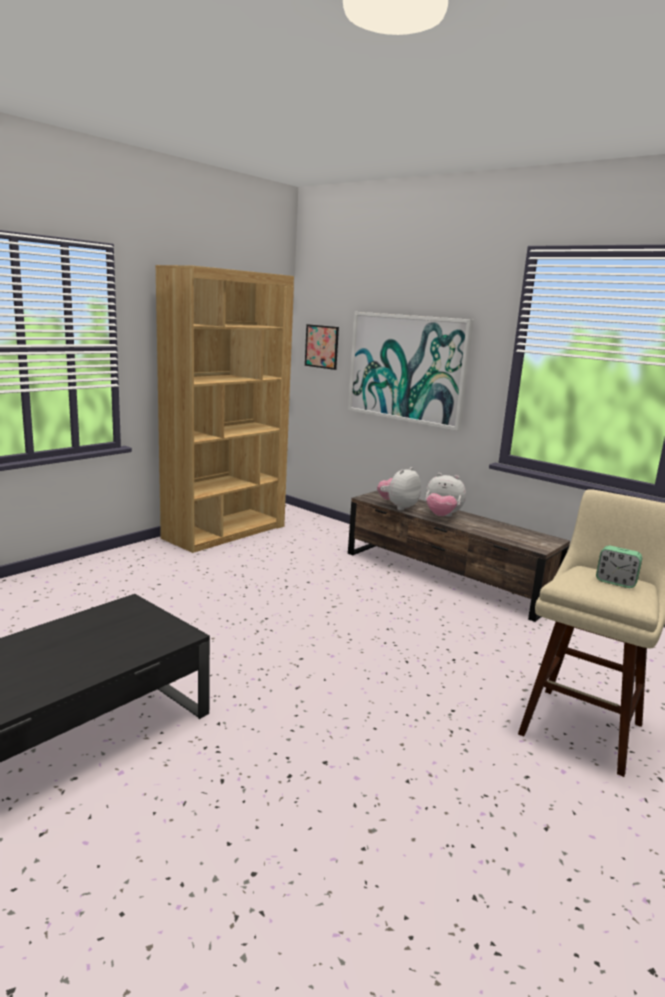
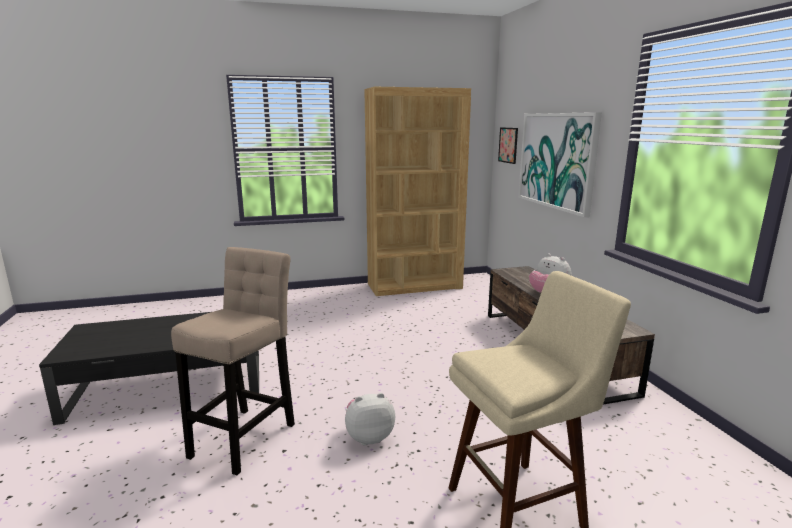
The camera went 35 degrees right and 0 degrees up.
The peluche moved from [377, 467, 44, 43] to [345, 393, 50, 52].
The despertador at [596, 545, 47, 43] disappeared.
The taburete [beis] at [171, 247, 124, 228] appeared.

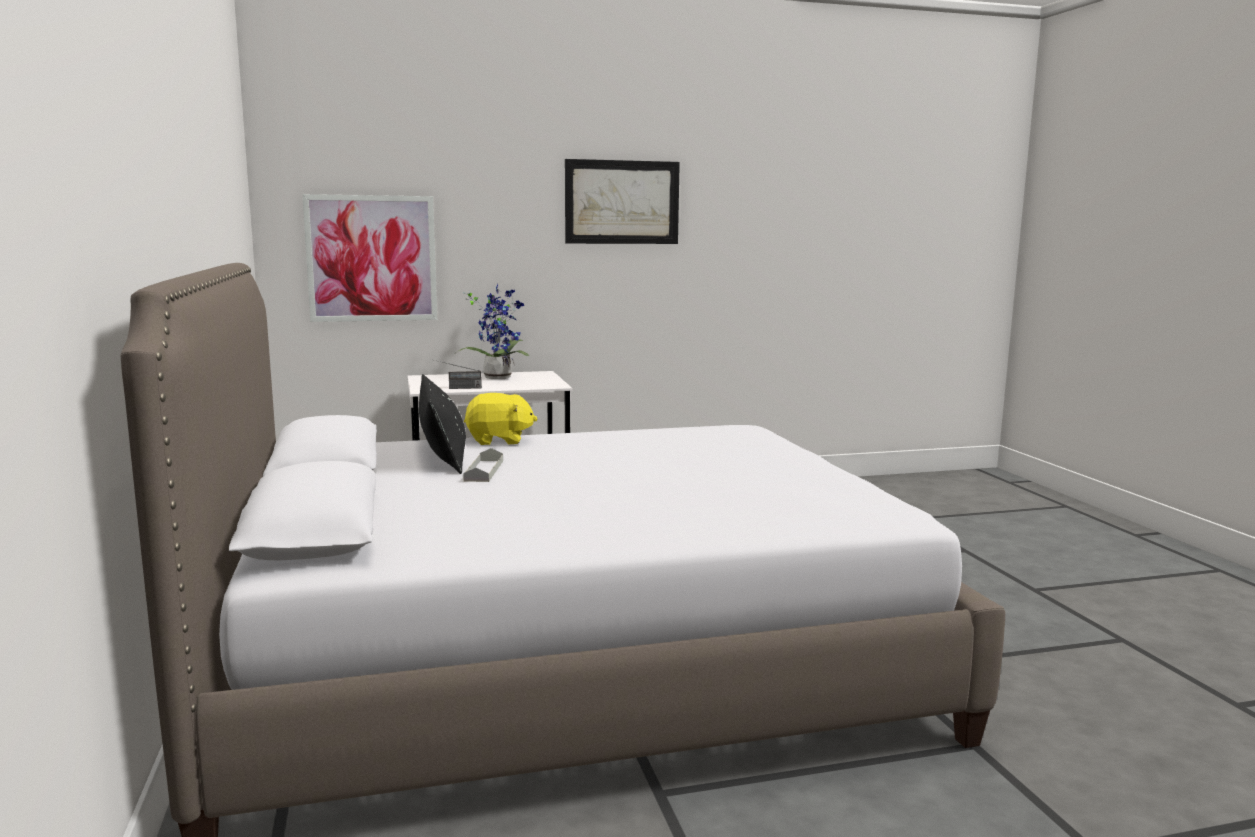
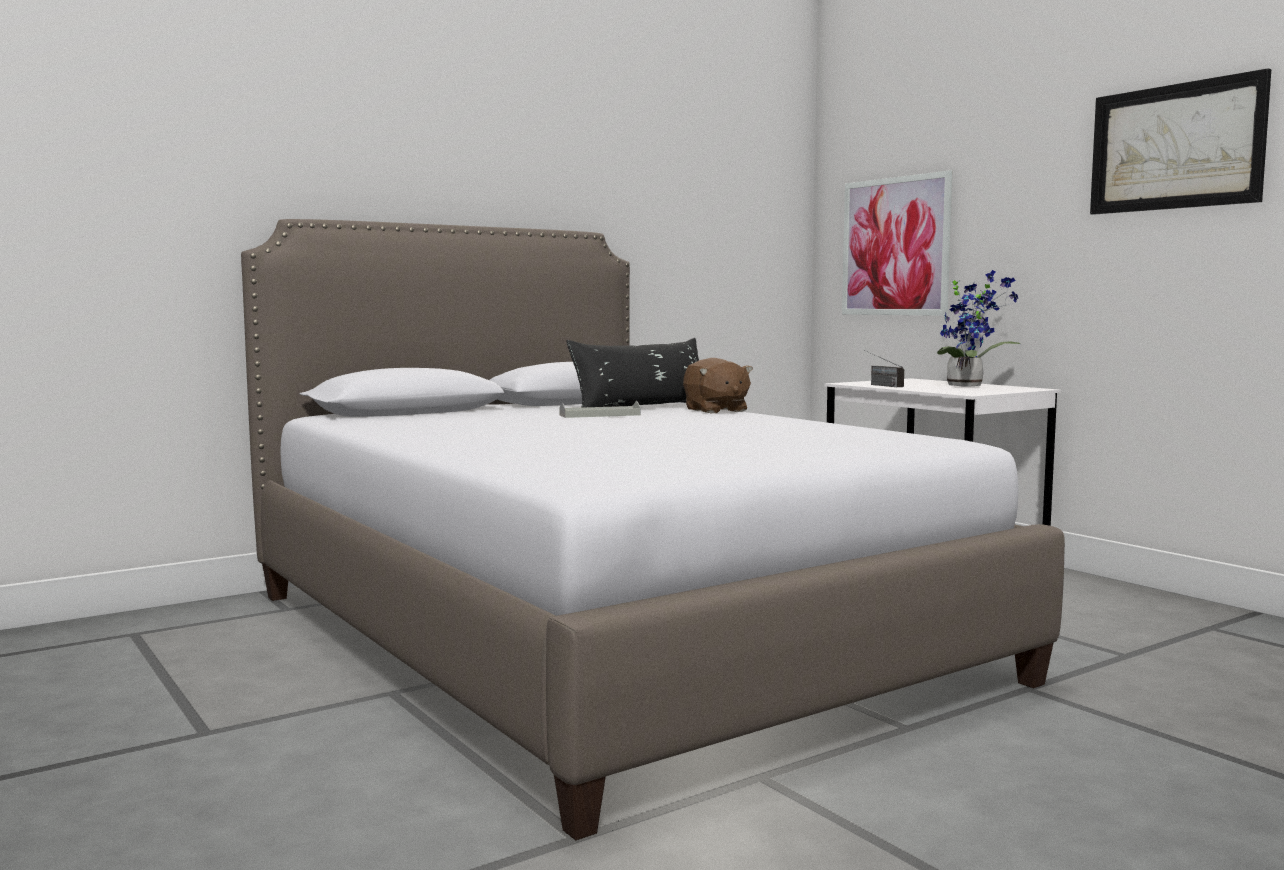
The camera went 70 degrees right and 5 degrees down.
The peluche [amarillo] at [464, 393, 73, 52] became the peluche [marrón] at [683, 358, 70, 55].

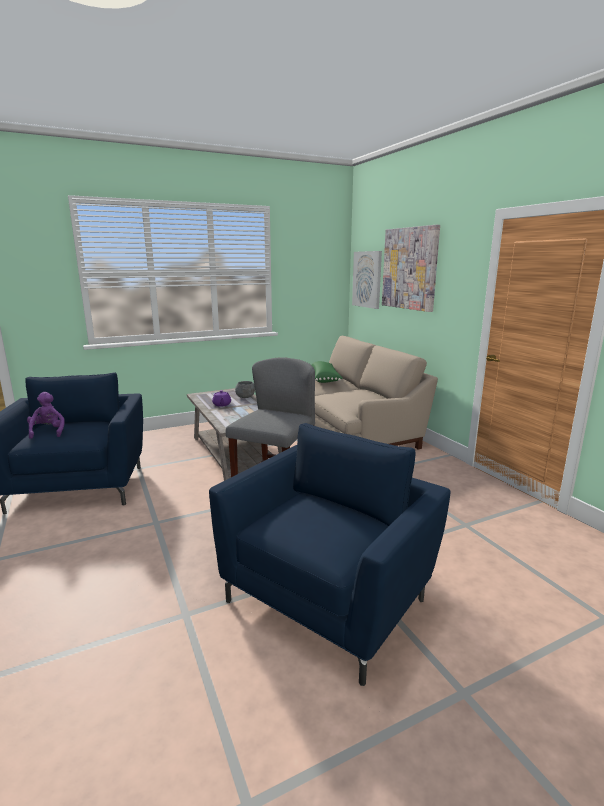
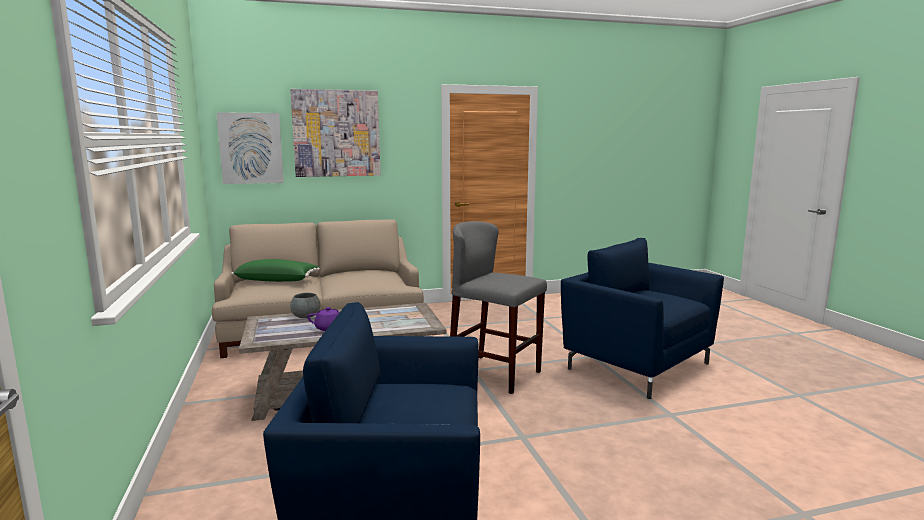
The camera went 80 degrees left and 5 degrees down.
The peluche [morado] at [27, 392, 38, 47] disappeared.

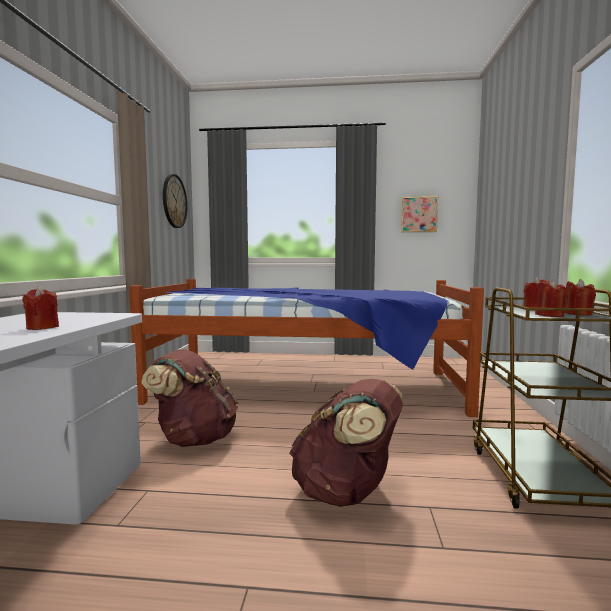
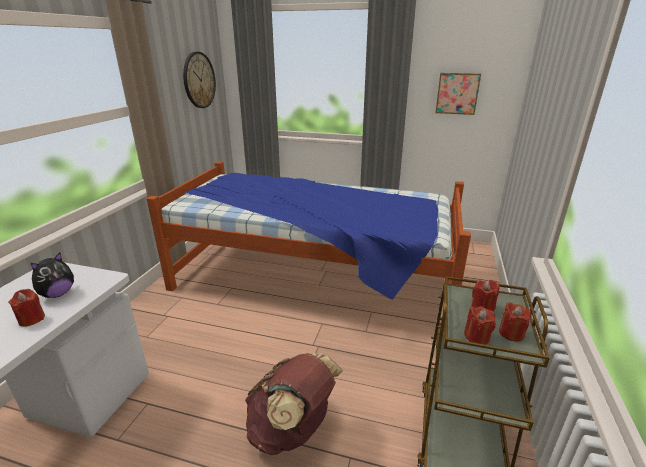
The camera went 10 degrees right and 20 degrees up.
The mochila [marrón] at [141, 349, 97, 98] disappeared.
The peluche at [31, 252, 43, 46] appeared.

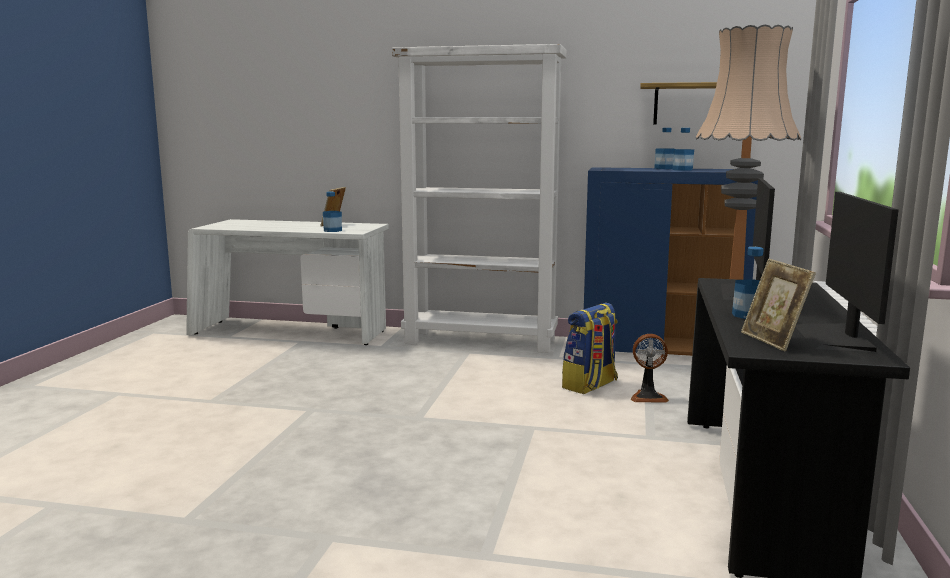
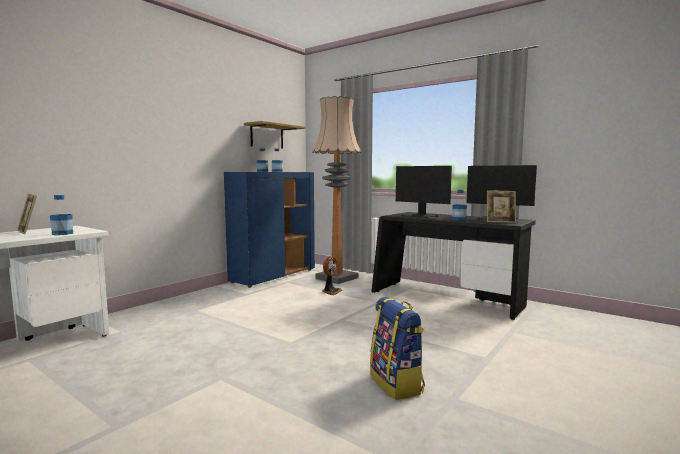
The camera went 65 degrees left and 5 degrees down.
The estantería [blanco] at [392, 44, 175, 309] disappeared.
The mochila moved from [562, 303, 56, 91] to [370, 297, 55, 103].

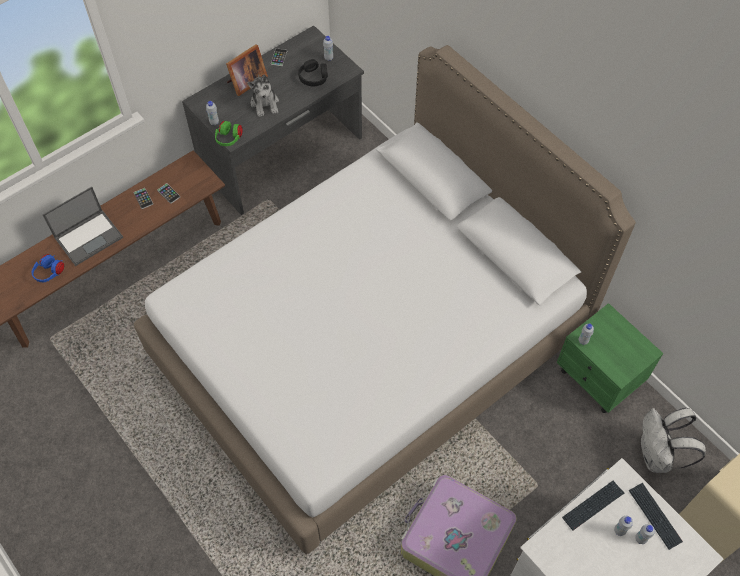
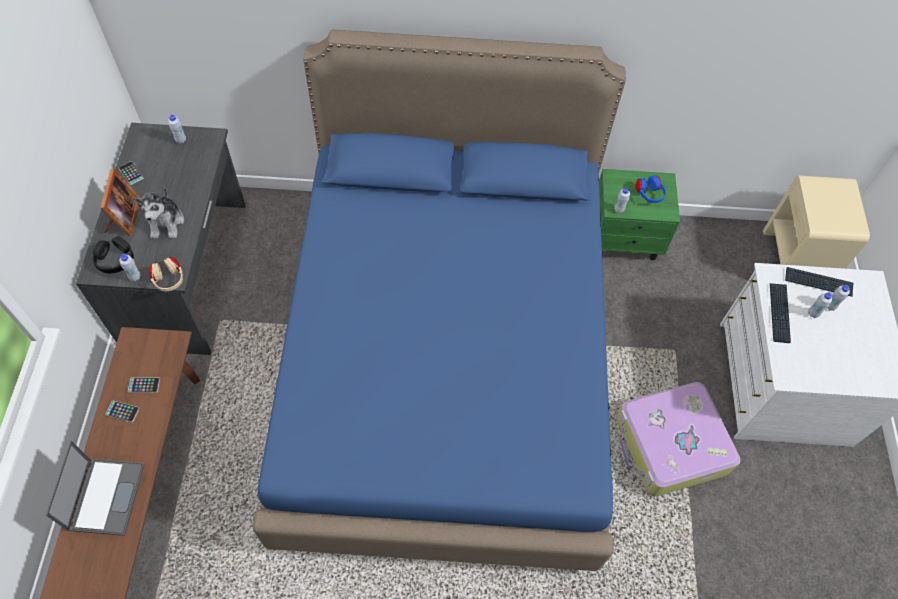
The camera went 50 degrees left and 0 degrees up.
The cama [blanco] at [134, 45, 502, 509] became the cama [azul] at [252, 30, 374, 541].
The auriculares [negro] moved from [298, 59, 30, 27] to [93, 236, 41, 37].
The peluche at [247, 74, 32, 43] turned 60 degrees clockwise.
The auriculares [verde] at [215, 121, 28, 25] became the auriculares [beis] at [149, 257, 34, 34].
The auriculares [azul] moved from [32, 254, 32, 28] to [636, 176, 30, 27].
The mochila [blanco] at [641, 408, 65, 65] disappeared.

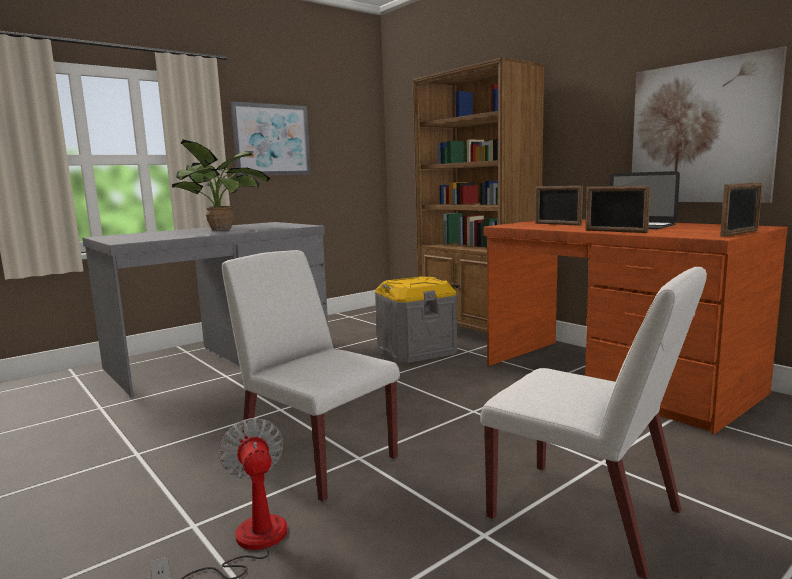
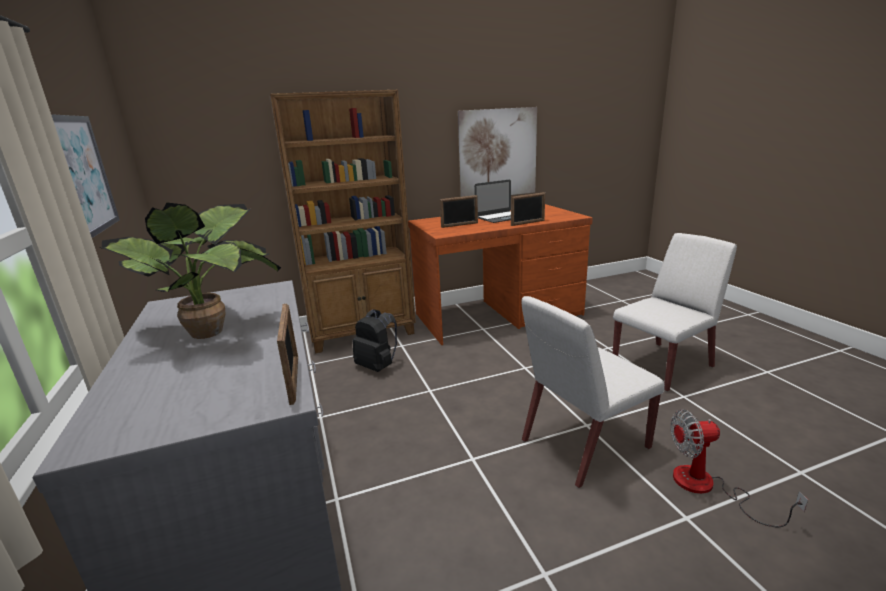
The camera went 70 degrees left and 10 degrees up.
The portarretratos moved from [720, 182, 42, 55] to [277, 303, 21, 102].
The caja de almacenaje [gris] at [375, 276, 82, 87] was replaced by the mochila [negro] at [352, 310, 45, 62].

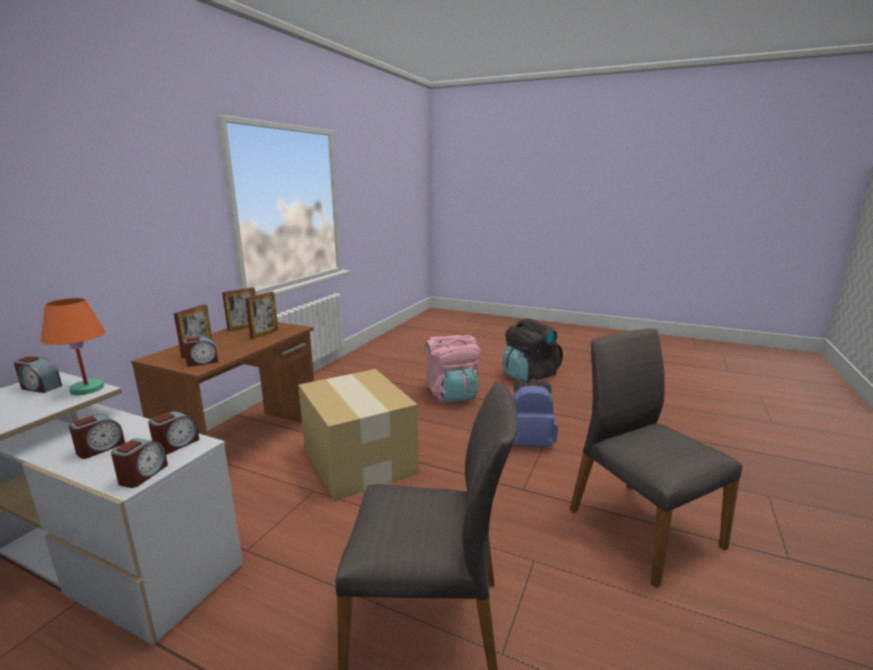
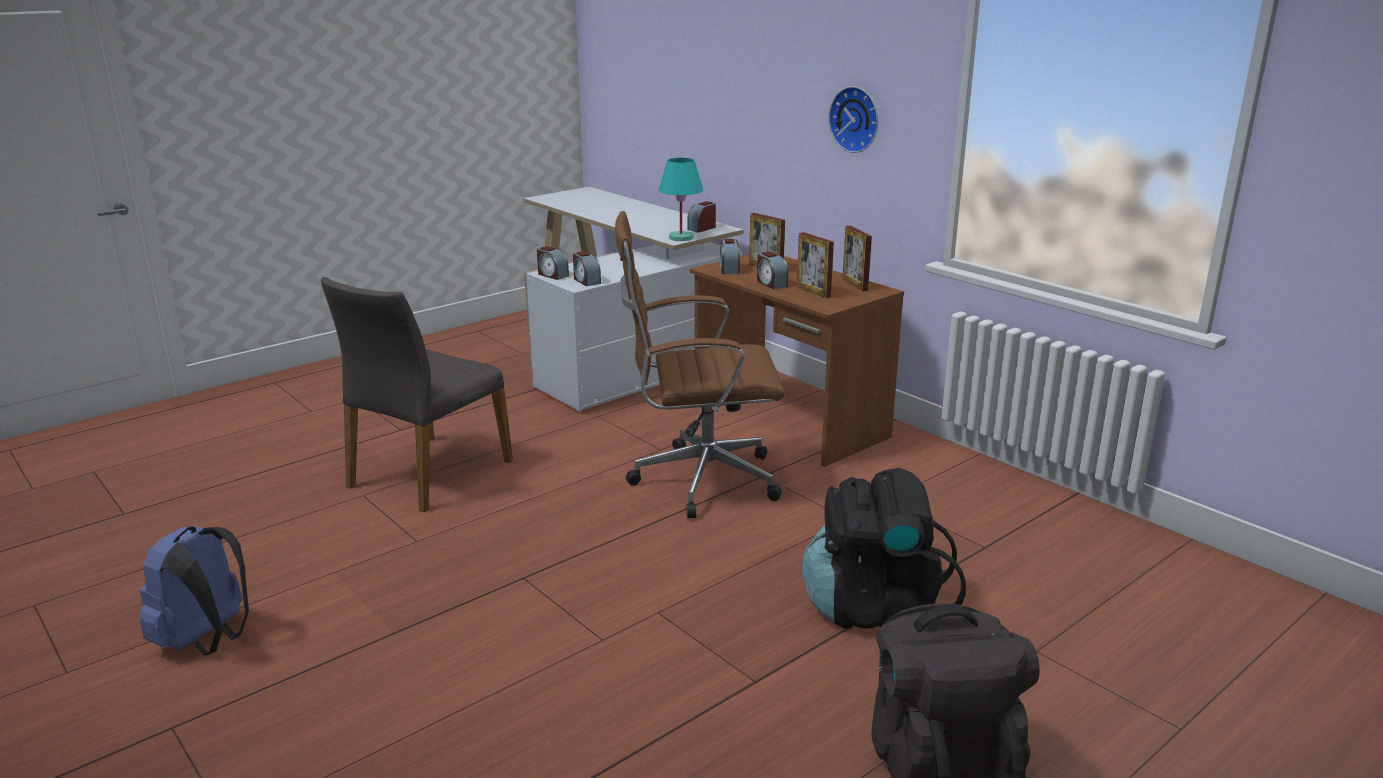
The camera went 115 degrees right and 5 degrees up.
The lámpara de mesa [naranja] at [41, 298, 65, 97] became the lámpara de mesa [turquesa] at [659, 158, 44, 83].
The silla [gris] at [570, 328, 172, 260] disappeared.
The mochila [rosa] at [425, 335, 55, 67] became the mochila [negro] at [802, 468, 164, 161].
The caja de cartón at [298, 369, 121, 132] was replaced by the silla de oficina [marrón] at [615, 211, 170, 307].
The mochila [azul] moved from [513, 378, 45, 69] to [139, 526, 110, 129].
The despertador moved from [69, 414, 56, 45] to [757, 251, 31, 38].
The reloj de pared at [829, 86, 49, 67] appeared.

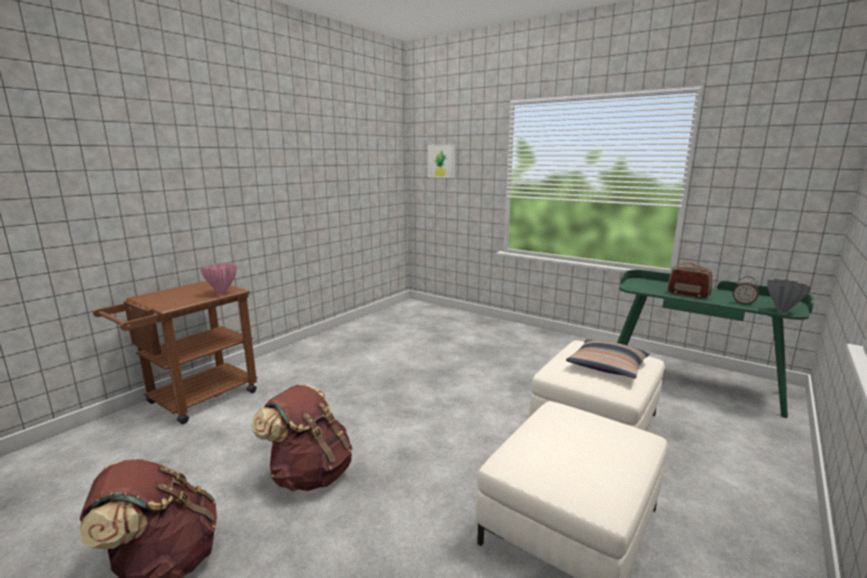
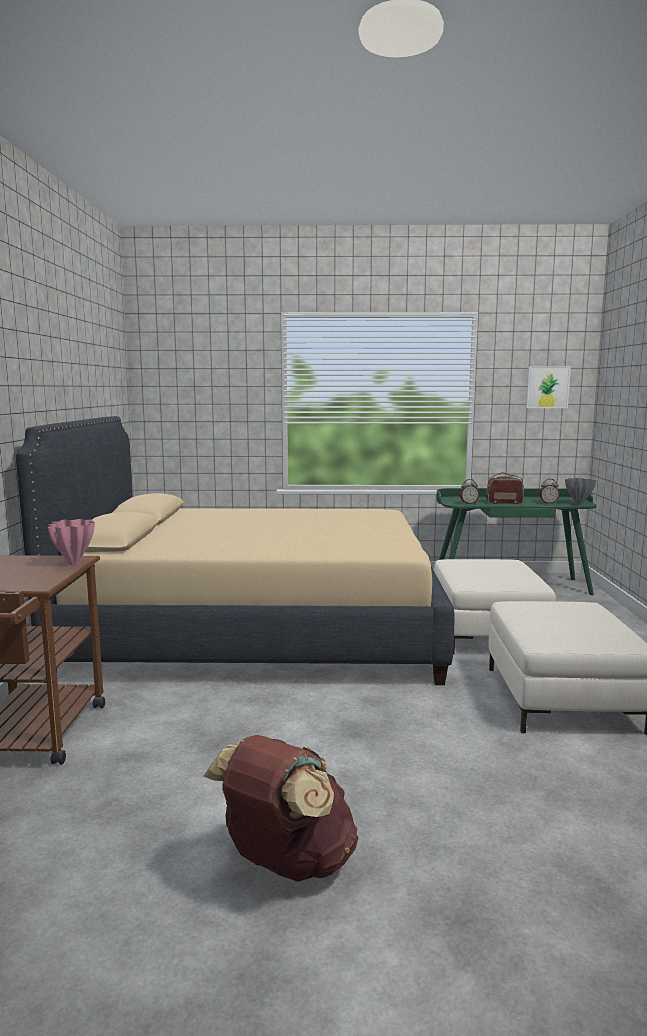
The camera went 35 degrees left and 5 degrees down.
The cuadro moved from [428, 145, 27, 33] to [526, 366, 45, 42].
The cojín at [566, 338, 85, 41] disappeared.
The mochila [marrón] at [251, 384, 101, 107] disappeared.
The cama [beis] at [16, 416, 439, 269] appeared.
The despertador at [460, 479, 19, 25] appeared.

